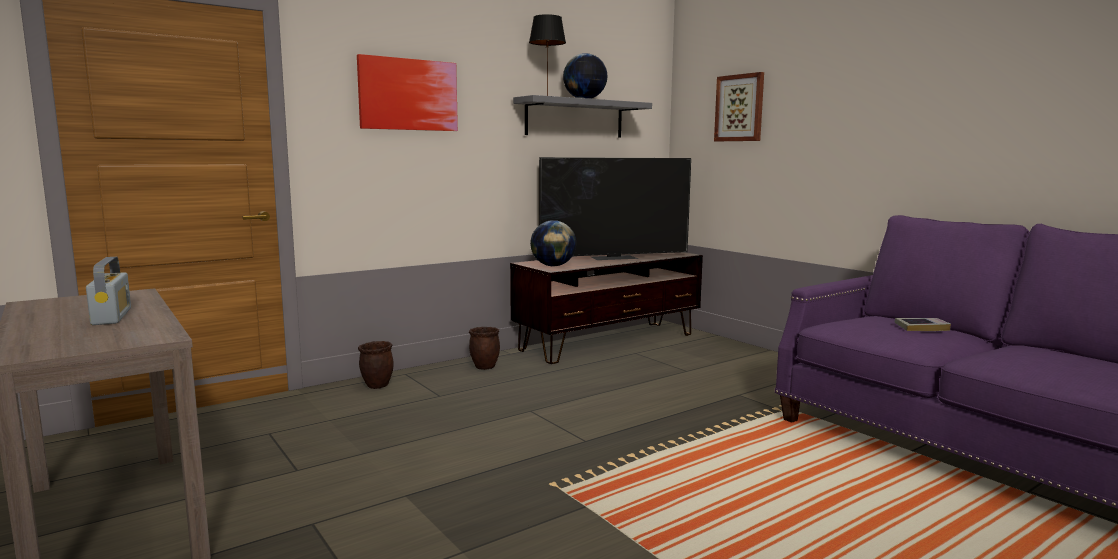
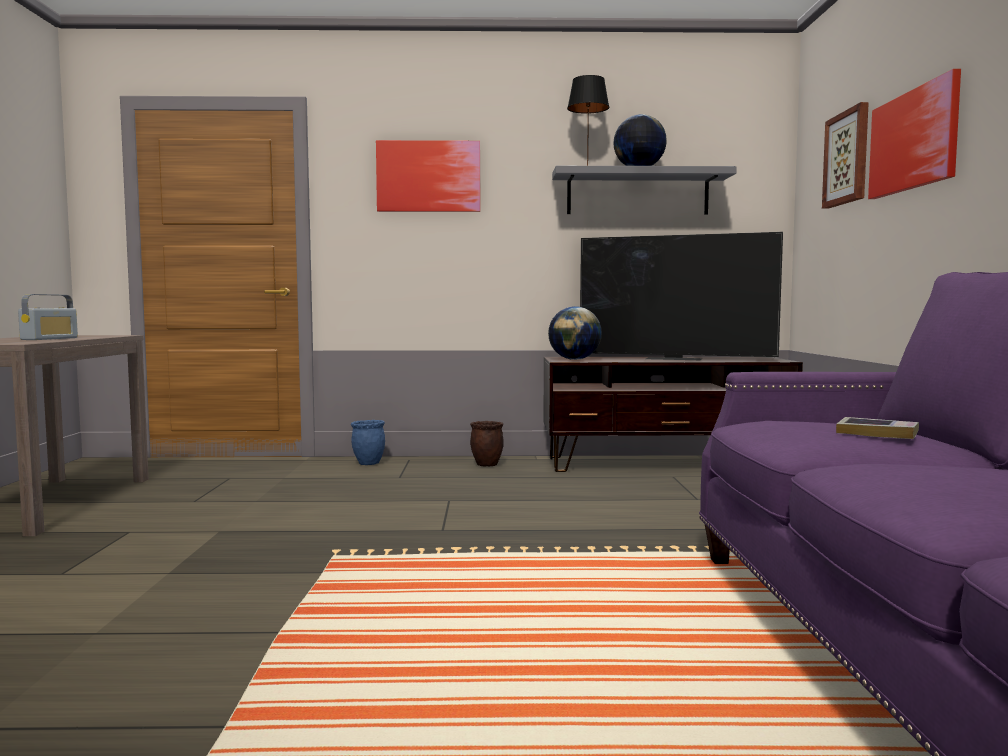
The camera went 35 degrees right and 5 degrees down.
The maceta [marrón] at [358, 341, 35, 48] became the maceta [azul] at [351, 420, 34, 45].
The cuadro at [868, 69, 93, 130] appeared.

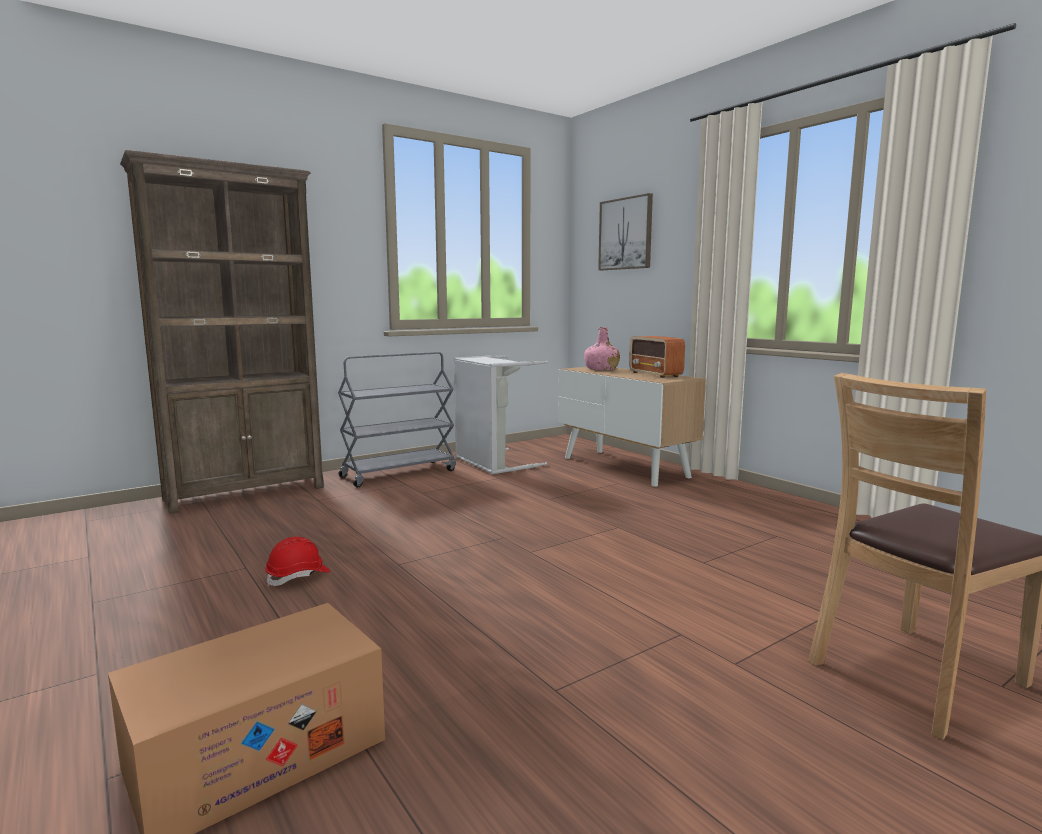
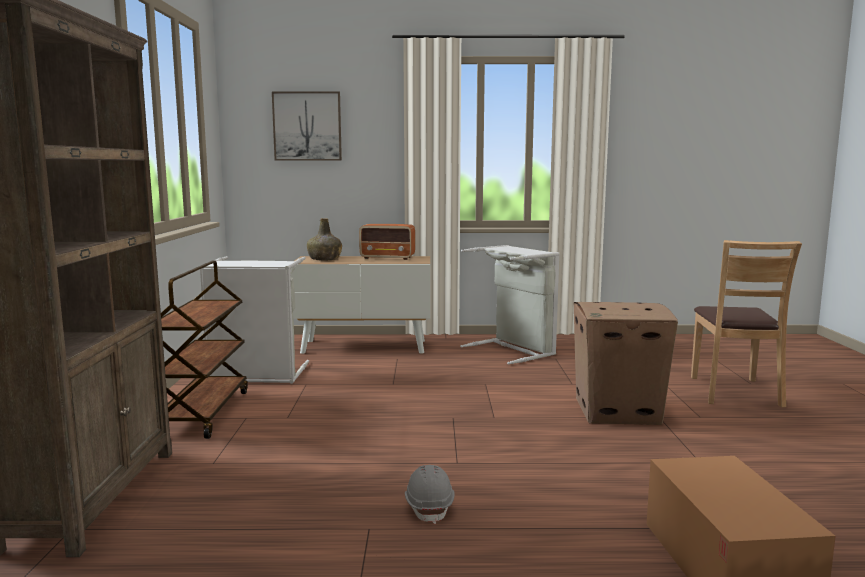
The camera went 55 degrees left and 0 degrees up.
The botella [rosa] at [584, 327, 36, 43] became the botella [verde] at [307, 218, 35, 42].
The carrito [gris] at [338, 352, 118, 135] became the carrito [marrón] at [161, 261, 87, 178].
The casco [rojo] at [265, 537, 65, 49] became the casco [gris] at [405, 465, 50, 59].
The cesto de la ropa [gris] at [460, 245, 100, 120] appeared.
The caja de cartón at [573, 302, 105, 123] appeared.

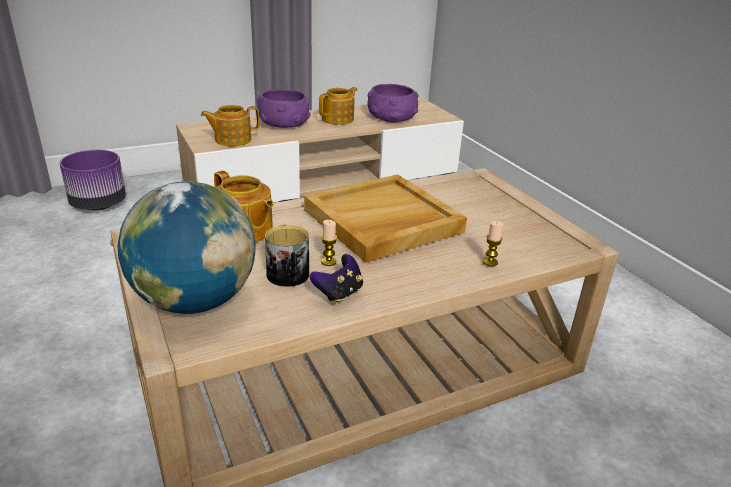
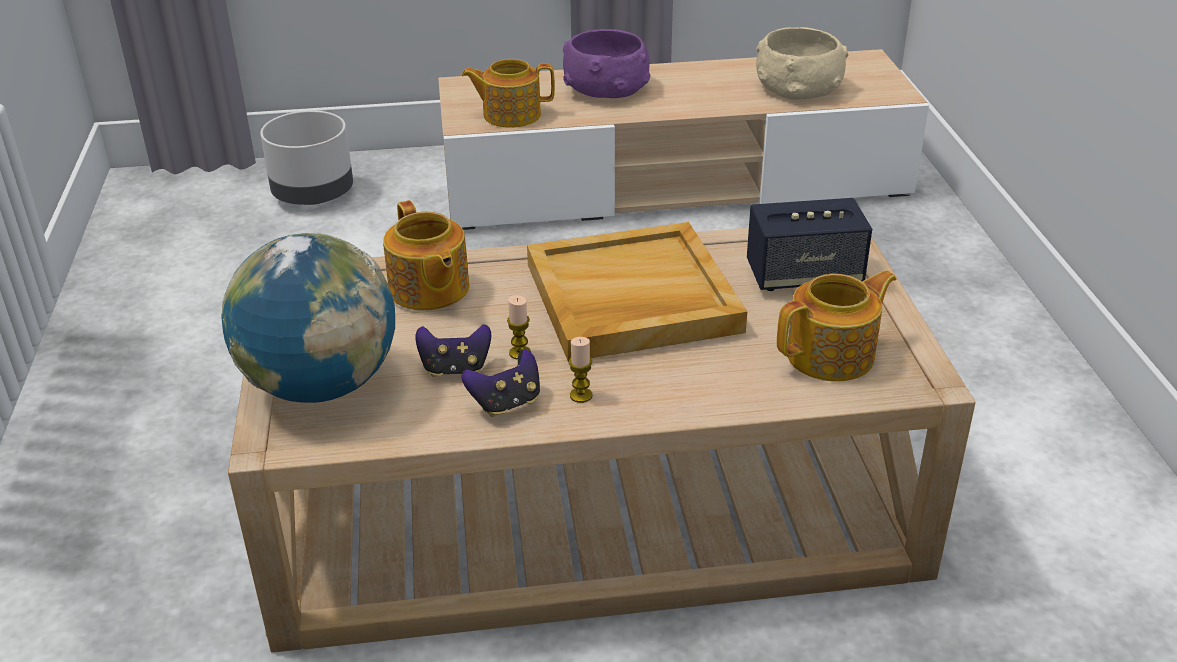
The camera went 20 degrees right and 5 degrees up.
The cuenco [morado] at [368, 84, 51, 39] became the cuenco [beis] at [756, 27, 93, 73].
The tetera moved from [319, 87, 38, 38] to [777, 270, 119, 111].
The maceta [morado] at [60, 150, 66, 60] became the maceta [gris] at [260, 110, 93, 95].
The vela moved from [483, 221, 20, 45] to [569, 337, 23, 66].
The taza grande at [265, 225, 44, 62] was replaced by the mando de consola at [415, 324, 76, 53].
The altavoz at [747, 198, 125, 93] appeared.

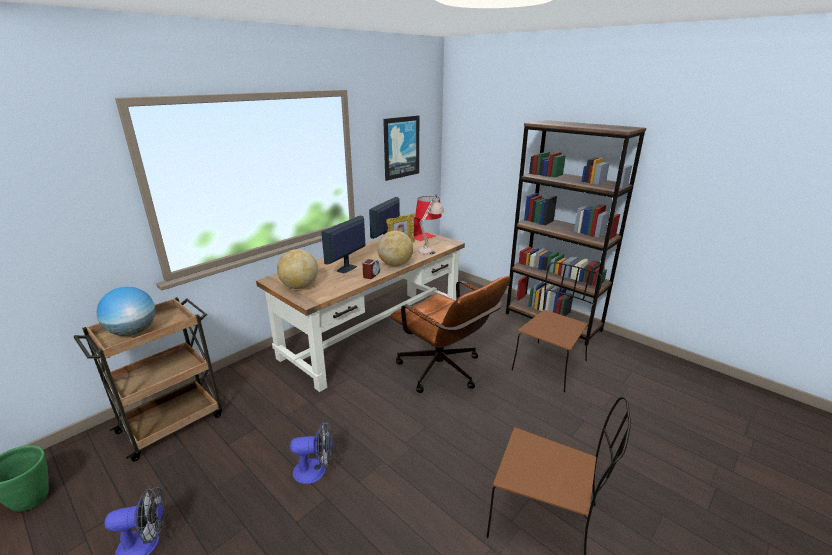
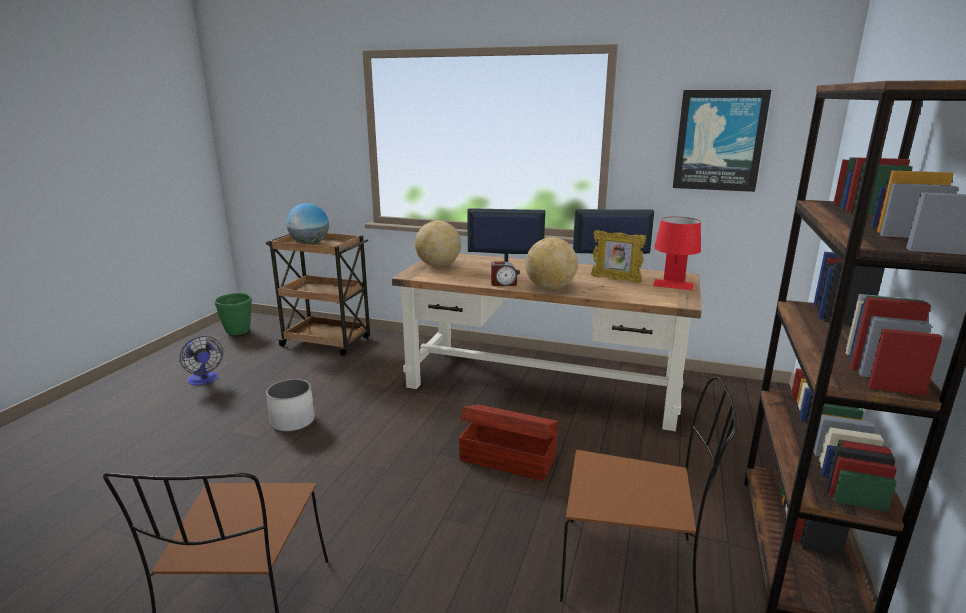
The camera went 65 degrees right and 5 degrees down.
The lámpara de mesa [beis] at [418, 195, 26, 60] disappeared.
The silla de oficina [marrón] at [390, 276, 121, 117] was replaced by the caja de almacenaje [marrón] at [459, 404, 100, 77].
The ventilador at [290, 421, 43, 63] was replaced by the maceta [blanco] at [266, 379, 49, 53].

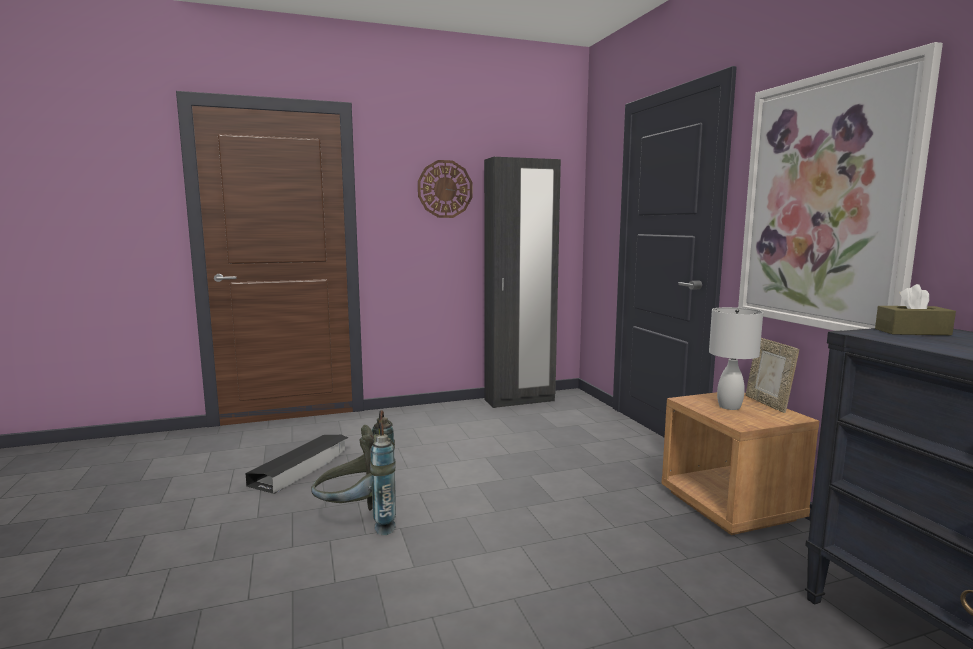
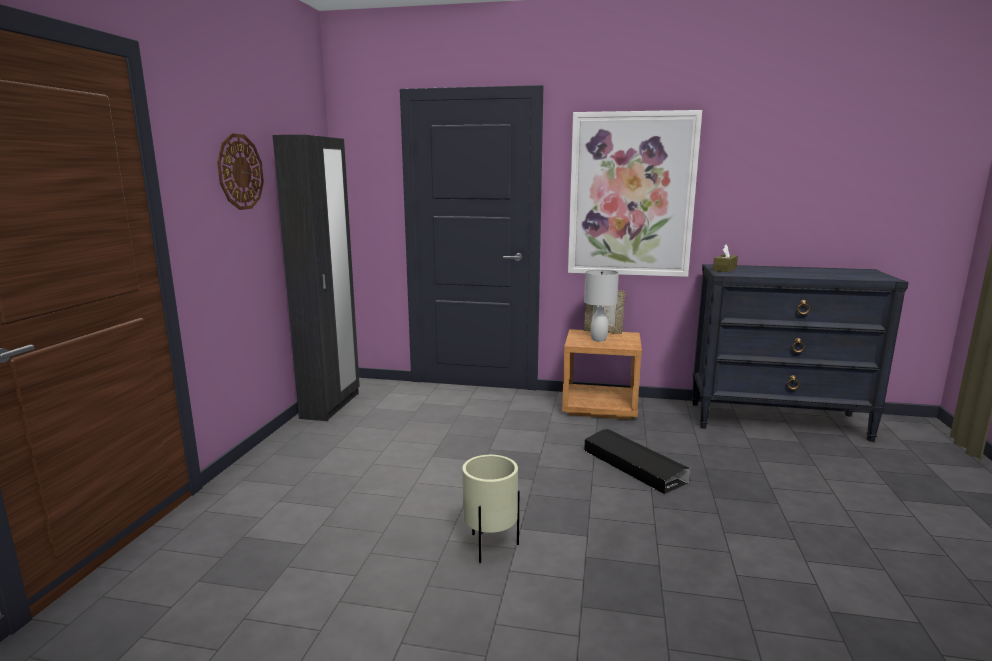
The camera went 60 degrees left and 5 degrees up.
The mochila [gris] at [311, 410, 85, 125] was replaced by the maceta [beis] at [462, 455, 57, 108].
The caja de almacenaje [negro] moved from [245, 435, 104, 59] to [584, 429, 106, 65].

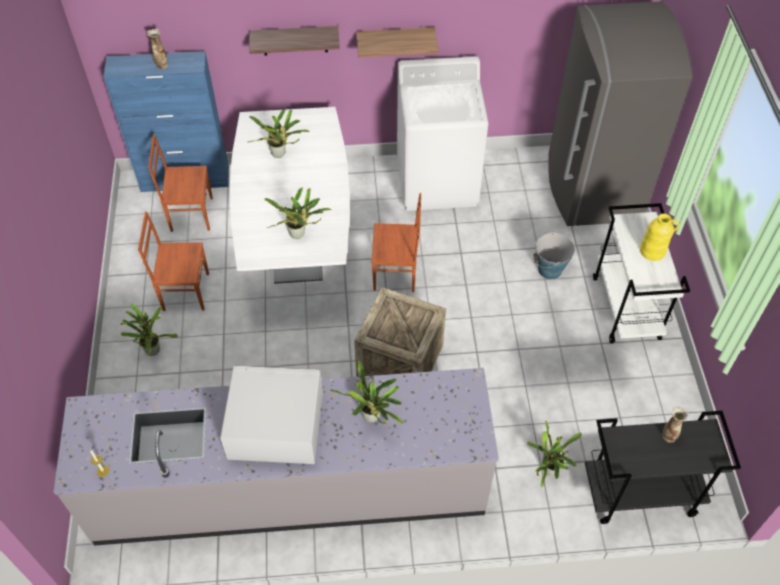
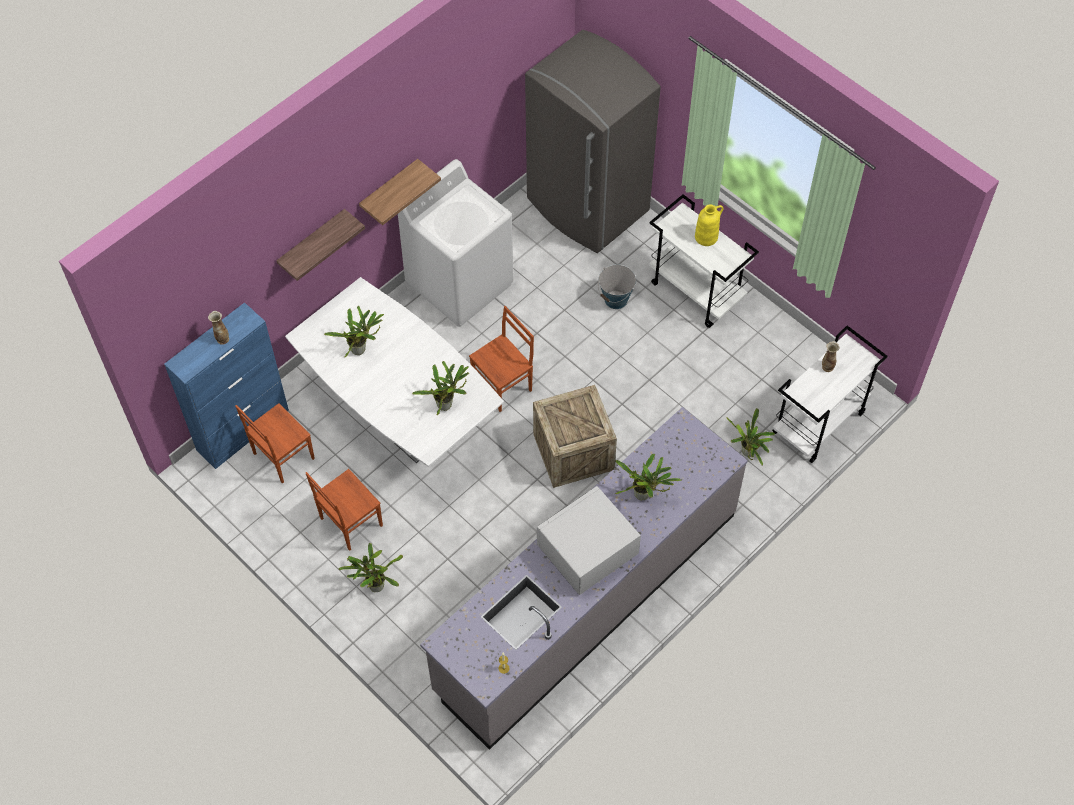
The camera went 40 degrees left and 5 degrees up.
The carrito [negro] at [585, 411, 156, 113] became the carrito [blanco] at [772, 326, 116, 137].

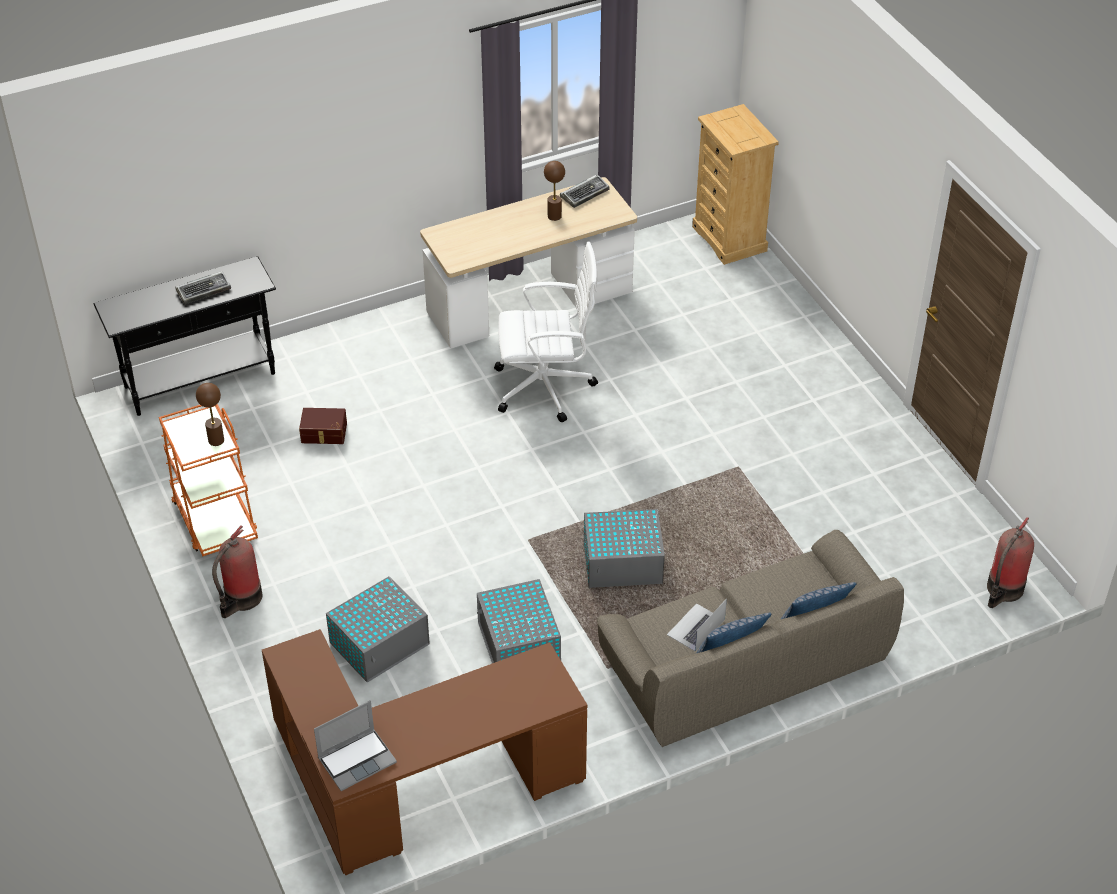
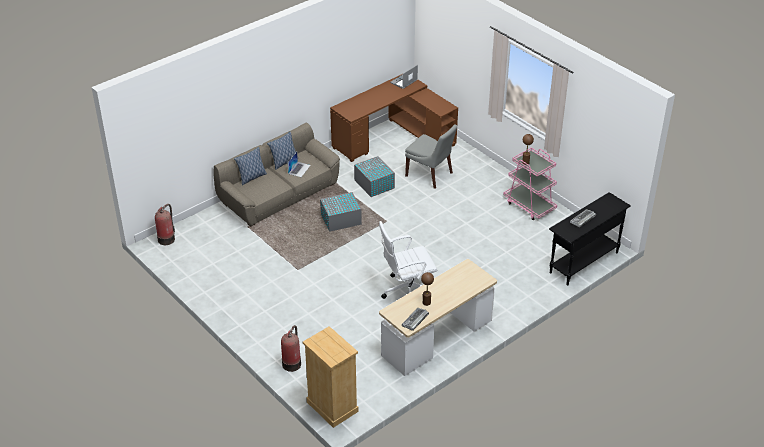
The camera went 165 degrees right and 5 degrees down.
The carrito [naranja] at [159, 404, 99, 152] became the carrito [rosa] at [503, 148, 54, 72].
The caja de almacenaje [marrón] at [299, 408, 48, 36] disappeared.
The extintor moved from [212, 526, 51, 92] to [281, 325, 20, 47].
The caja de almacenaje [gris] at [326, 576, 104, 107] was replaced by the silla [gris] at [405, 124, 52, 65].

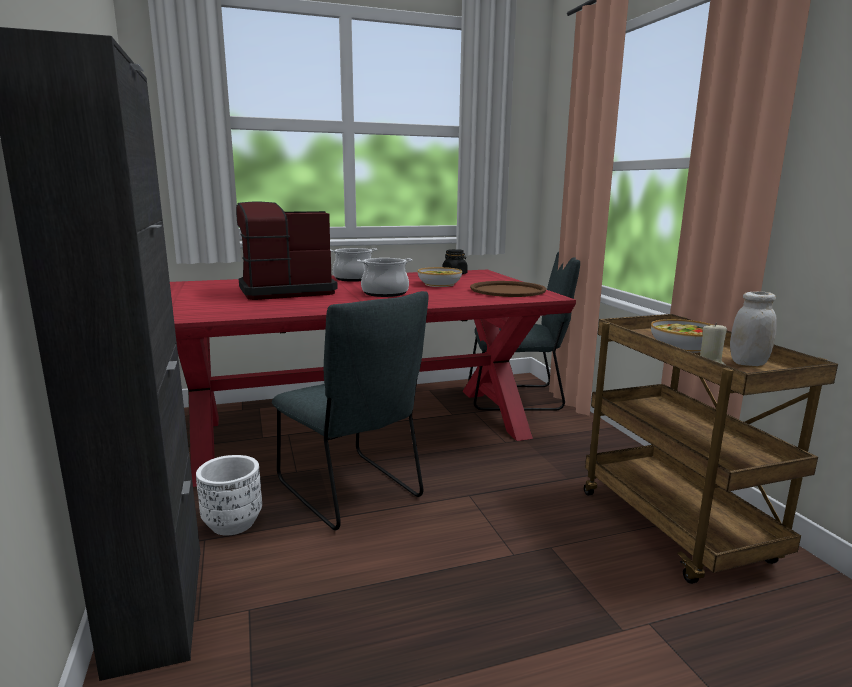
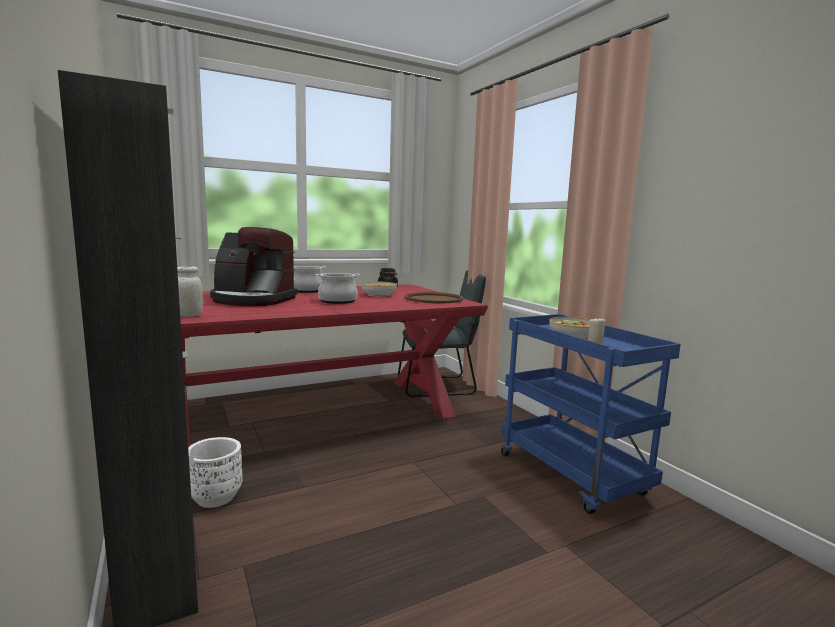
The camera went 10 degrees left and 5 degrees down.
The cafetera at [236, 202, 102, 98] turned 135 degrees counterclockwise.
The silla [gris] at [272, 291, 157, 239] disappeared.
The tarro [blanco] moved from [730, 291, 47, 75] to [177, 266, 26, 51].
The carrito [marrón] at [584, 314, 254, 270] became the carrito [azul] at [501, 314, 180, 200].

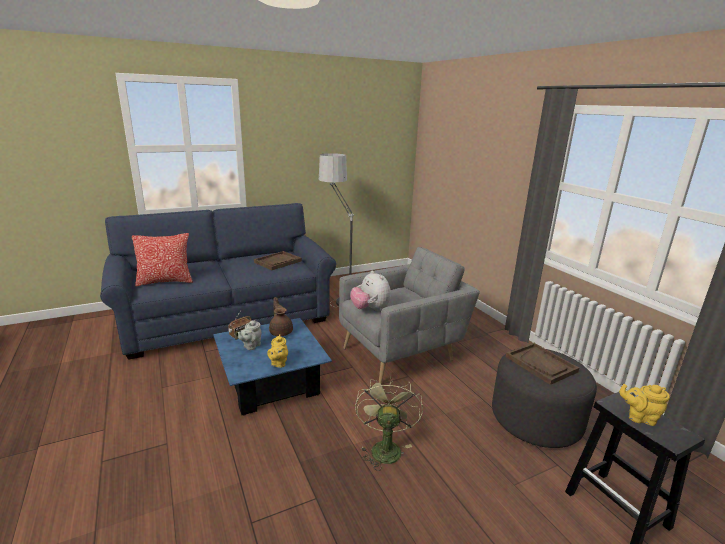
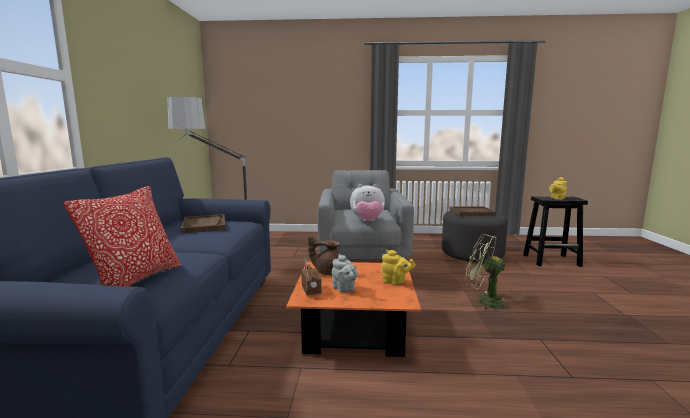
The camera went 60 degrees left and 10 degrees down.
The mesa de centro [azul] at [213, 318, 119, 97] became the mesa de centro [naranja] at [286, 261, 135, 96].

